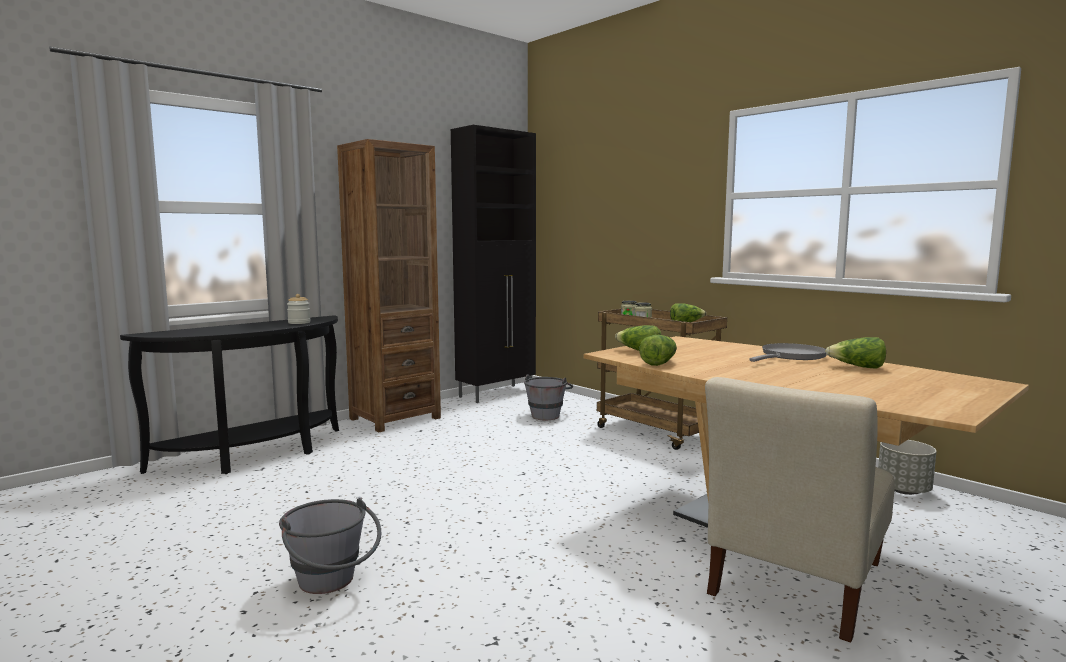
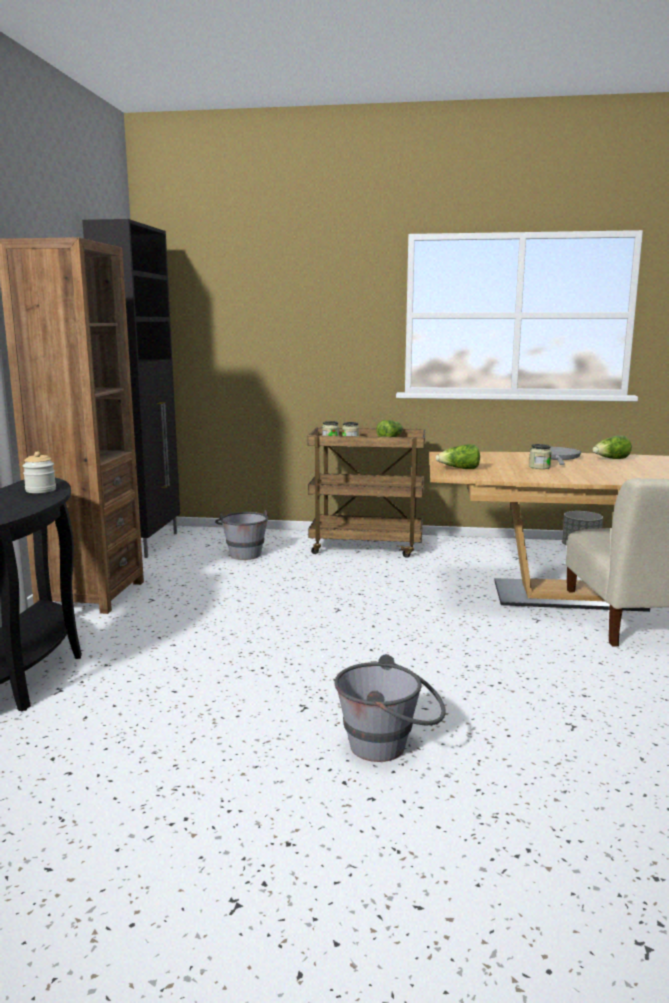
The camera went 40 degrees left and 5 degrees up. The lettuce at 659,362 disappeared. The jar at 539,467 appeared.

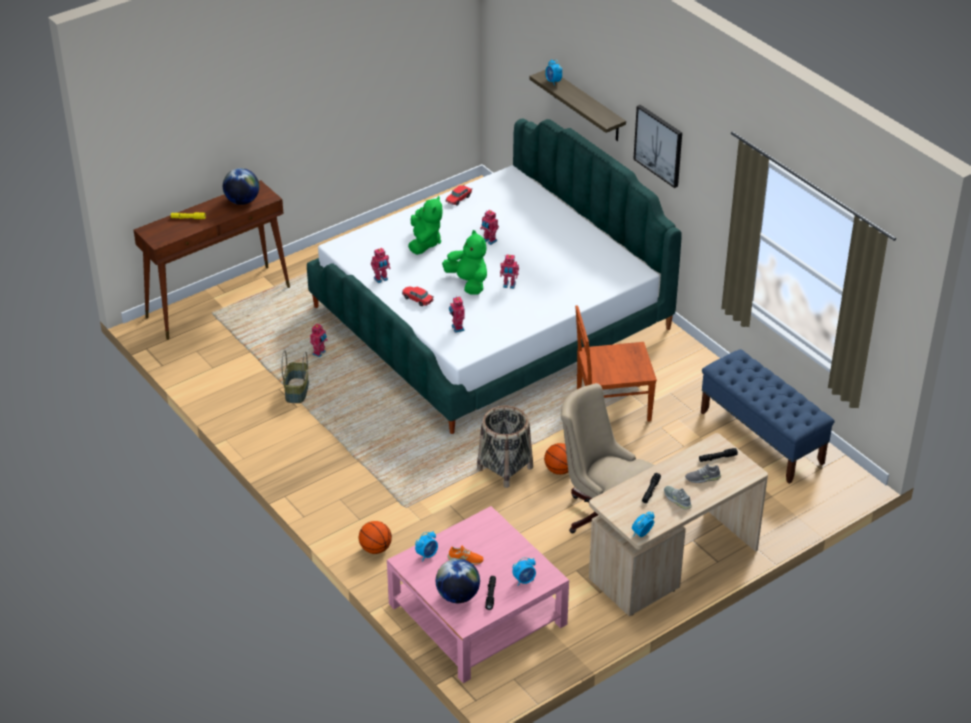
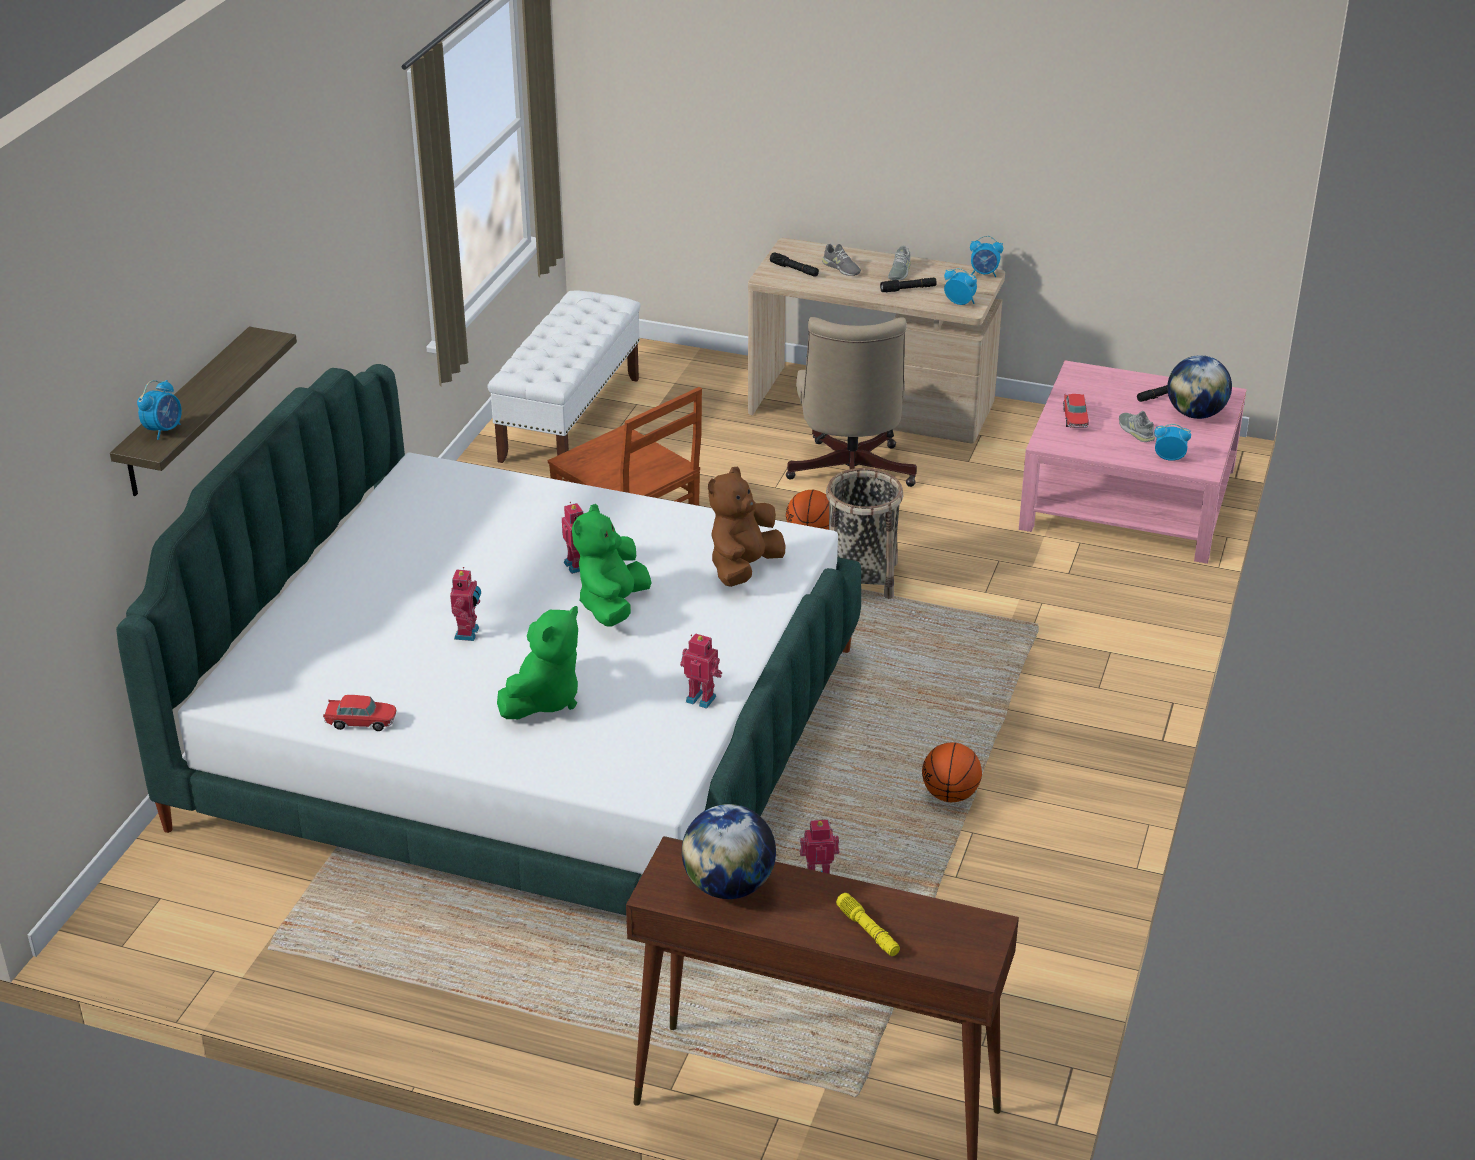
The camera went 125 degrees left and 5 degrees down. The basket at 296,391 disappeared. The basketball moved from 375,548 to 950,795. The toy car moved from 417,299 to 1075,418. The green plush toy at 424,243 turned 150 degrees clockwise. The orange shoe at 465,559 became the grey shoe at 1136,431. The toy robot at 457,328 was replaced by the brown plush toy at 743,568. The alarm clock moved from 524,580 to 959,303. The picture at 659,145 disappeared. The blue bench at 762,438 became the white bench at 570,419.

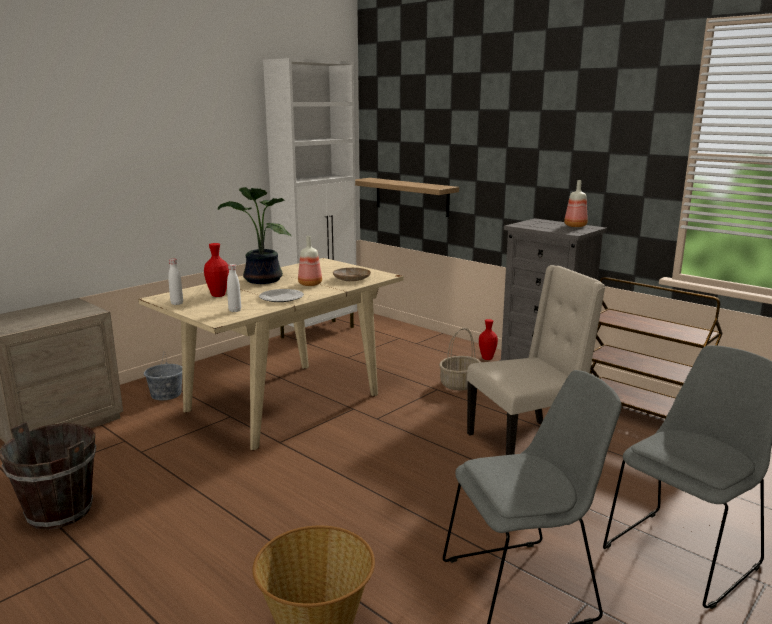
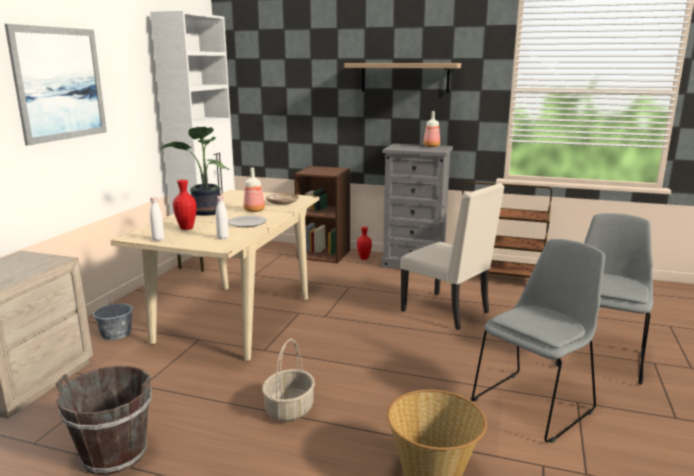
The camera went 25 degrees left and 0 degrees up. The shelf moved from 411,196 to 405,77. The basket moved from 459,384 to 289,410. The beige chair at 526,444 turned 90 degrees clockwise. The picture at 60,84 appeared. The brown bookcase at 324,254 appeared.

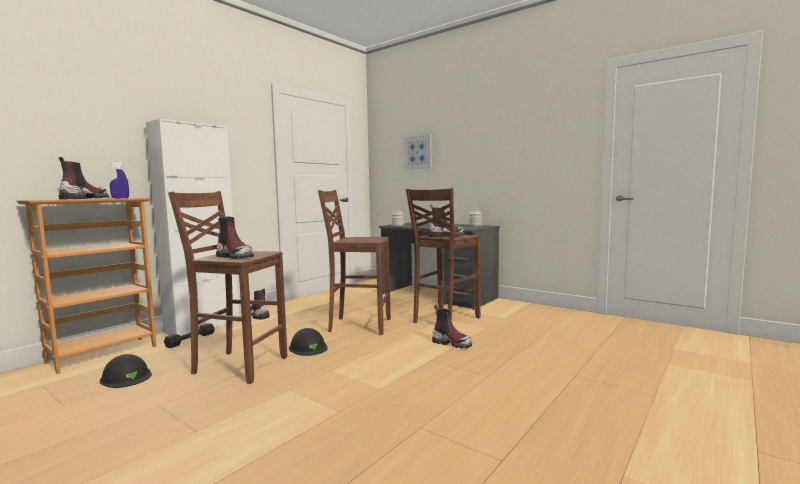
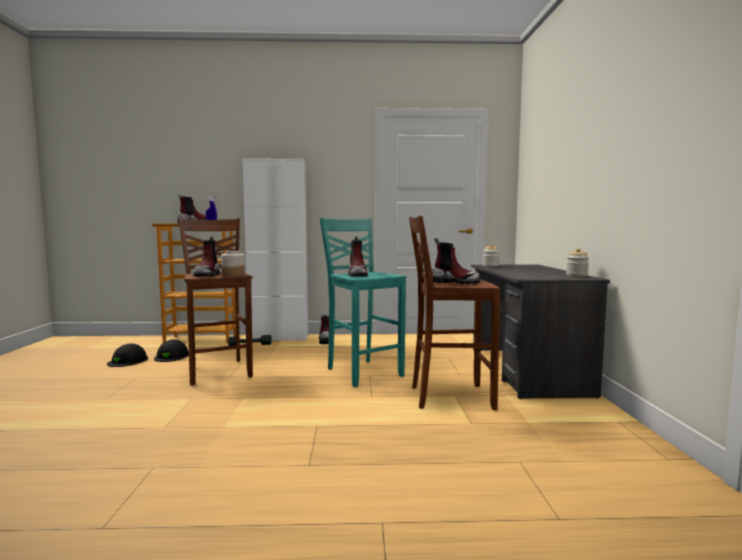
The camera went 50 degrees right and 0 degrees up. The black hard hat moved from 308,347 to 128,360. The brown stool at 358,325 became the turquoise stool at 363,372. The picture at 418,152 disappeared. The boot moved from 451,343 to 357,275. The jar at 233,275 appeared.

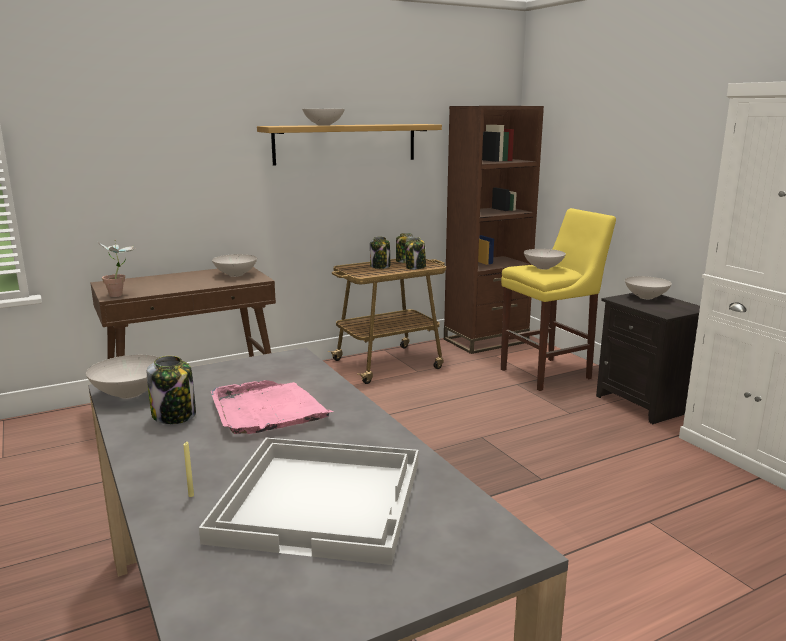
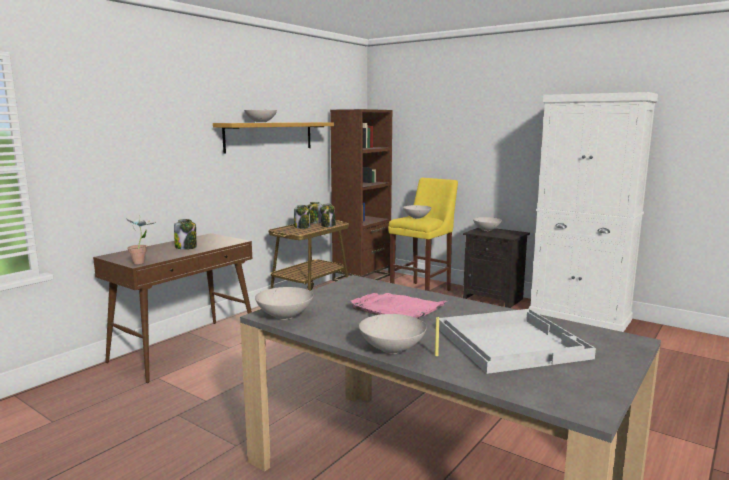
The camera went 25 degrees left and 5 degrees down. The jar moved from 174,415 to 186,247. The white bowl moved from 236,274 to 392,349.

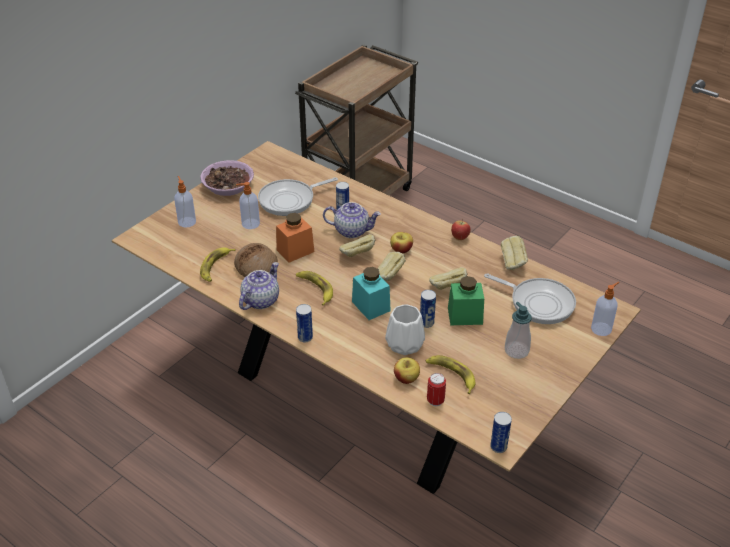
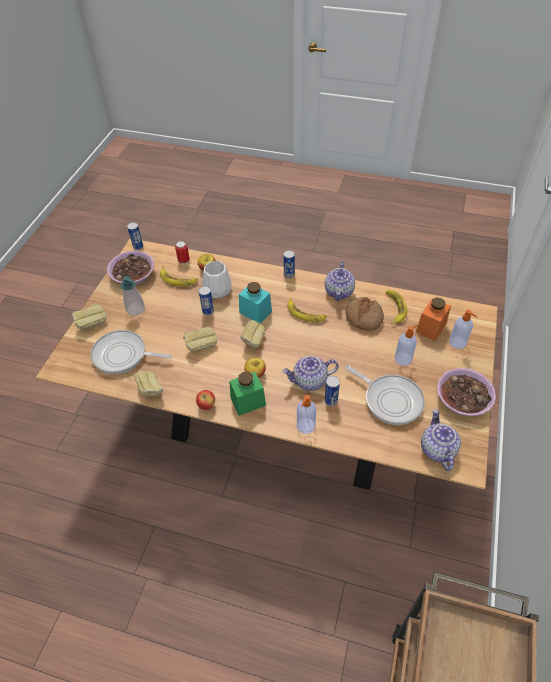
The camera went 160 degrees right and 10 degrees up. The frying pan at 290,200 turned 90 degrees clockwise. The orange jar moved from 295,251 to 431,328. The bread moved from 358,256 to 91,324. The green jar moved from 465,316 to 248,401. The soap dispenser moved from 601,328 to 305,426. The bowl at 132,274 appeared. The teapot at 437,449 appeared.

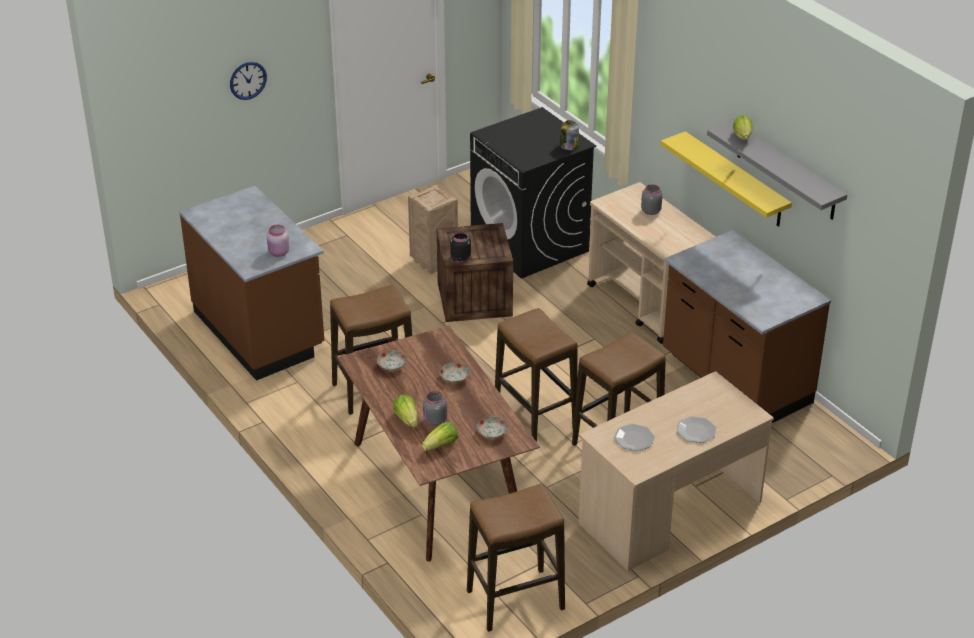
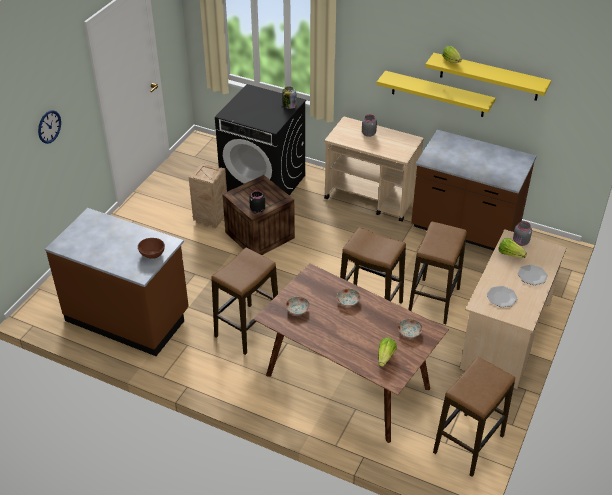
The camera went 30 degrees left and 5 degrees up. The pink jar at 278,253 was replaced by the brown bowl at 152,254. The lettuce moved from 407,419 to 510,254. The grey jar moved from 434,421 to 520,242. The grey shelf at 786,171 became the yellow shelf at 489,77.

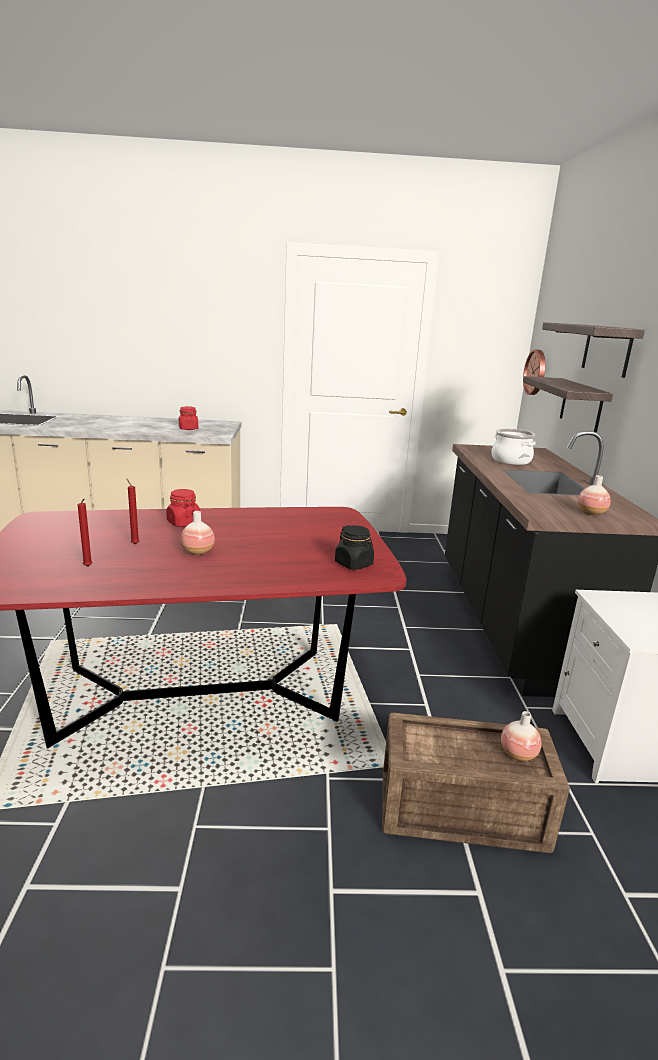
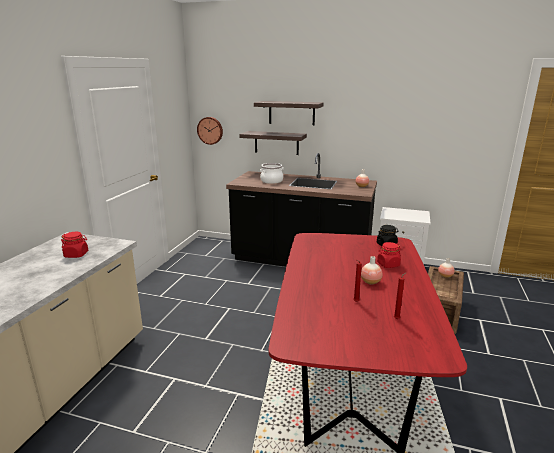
The camera went 70 degrees left and 0 degrees up. The red jar moved from 183,523 to 388,264.

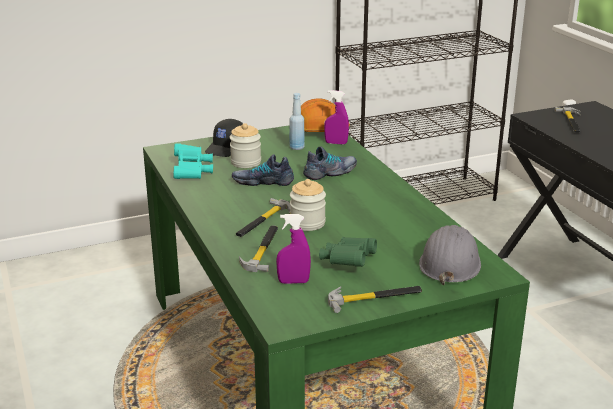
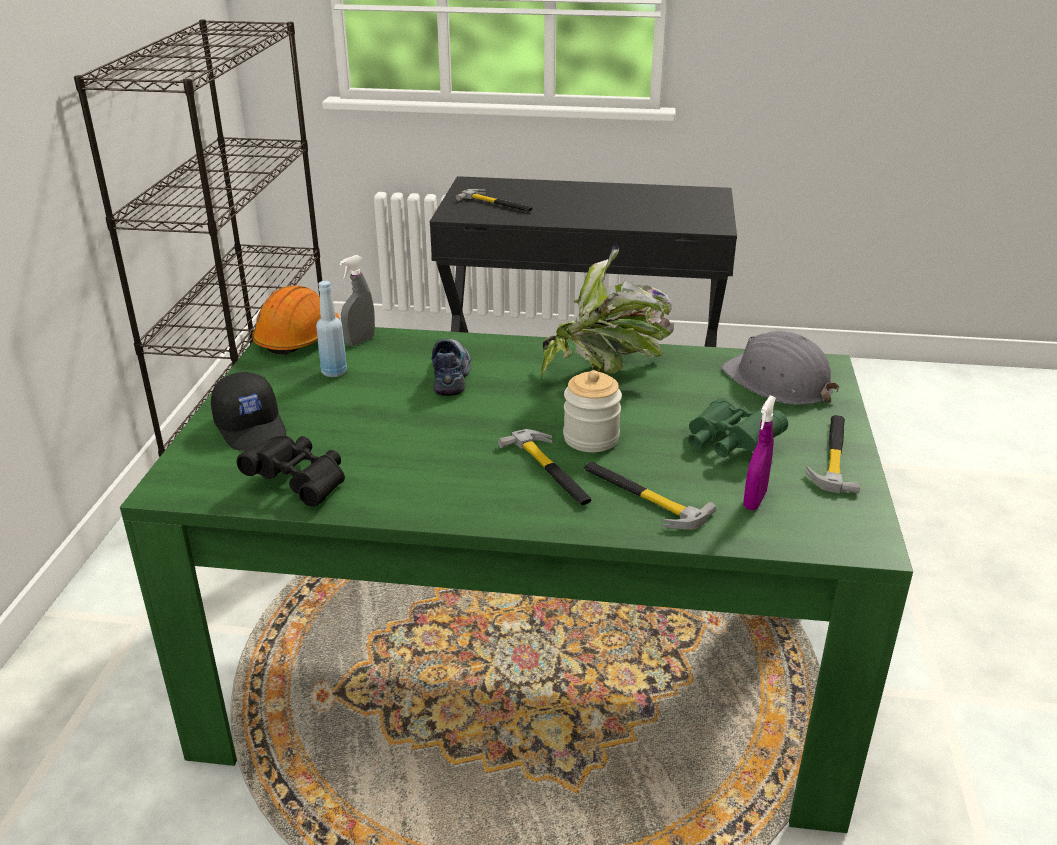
The camera went 60 degrees left and 5 degrees up. The turquoise binoculars at 192,171 became the black binoculars at 300,483. The jar at 246,162 disappeared. The shoe at 263,181 disappeared. The purple spray bottle at 336,143 became the grey spray bottle at 360,341. The potted plant at 605,373 appeared.

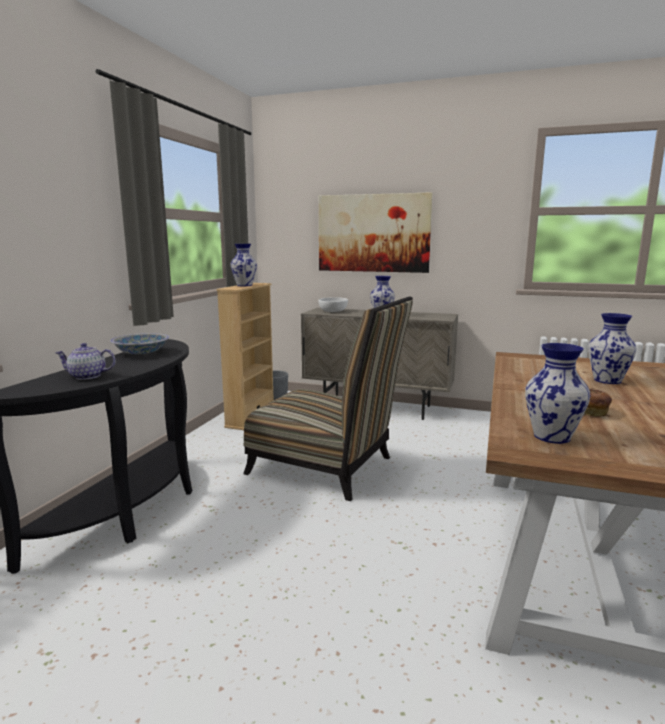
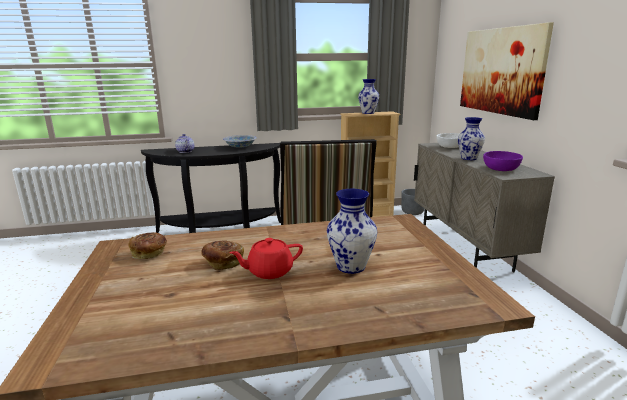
The camera went 60 degrees right and 5 degrees up. The vase at 552,436 was replaced by the bread at 149,254. The red teapot at 269,271 appeared. The purple bowl at 501,169 appeared.

